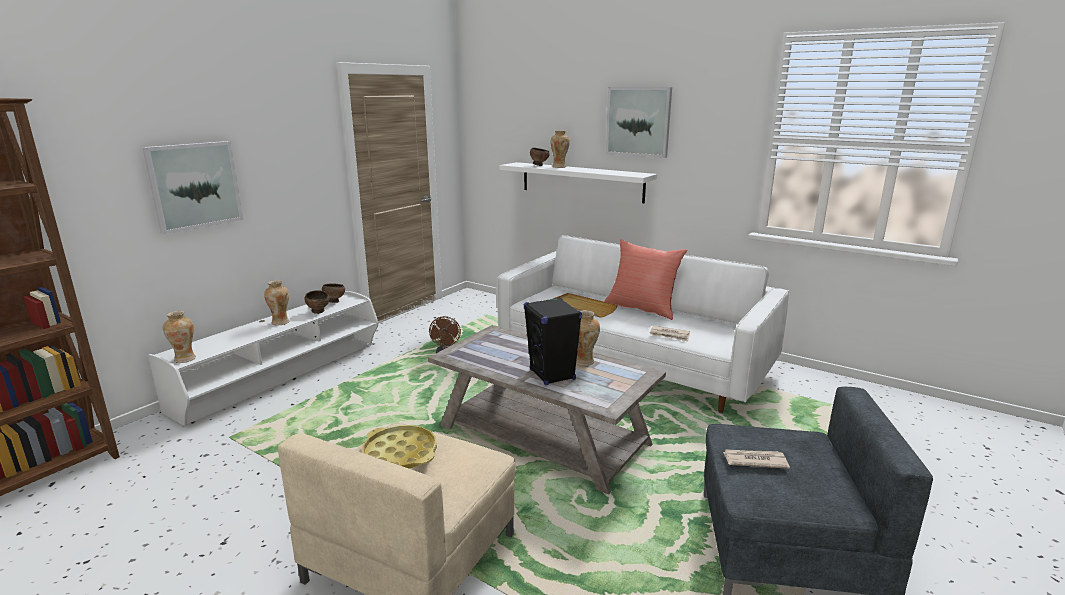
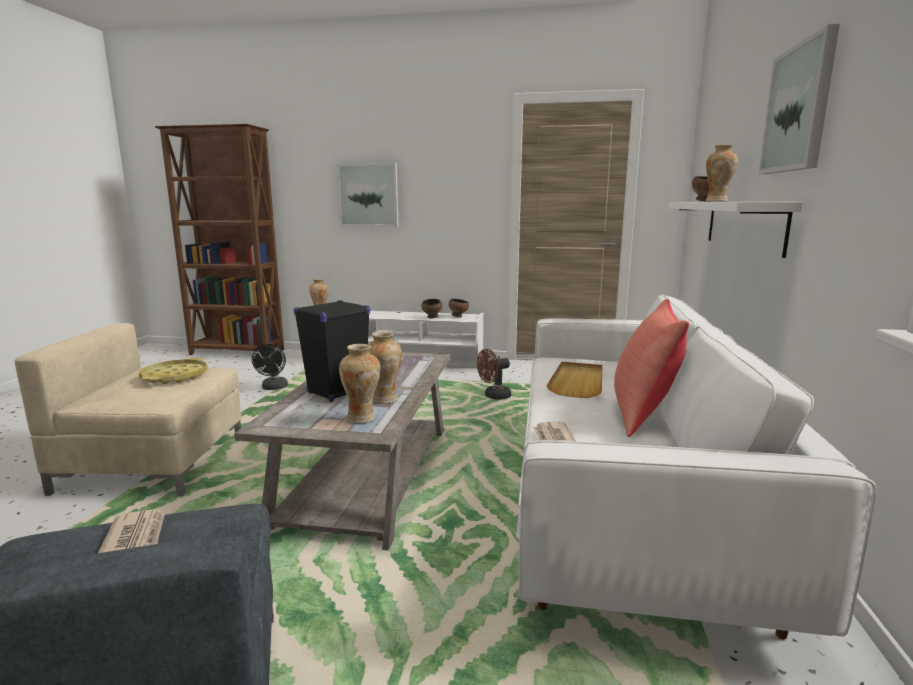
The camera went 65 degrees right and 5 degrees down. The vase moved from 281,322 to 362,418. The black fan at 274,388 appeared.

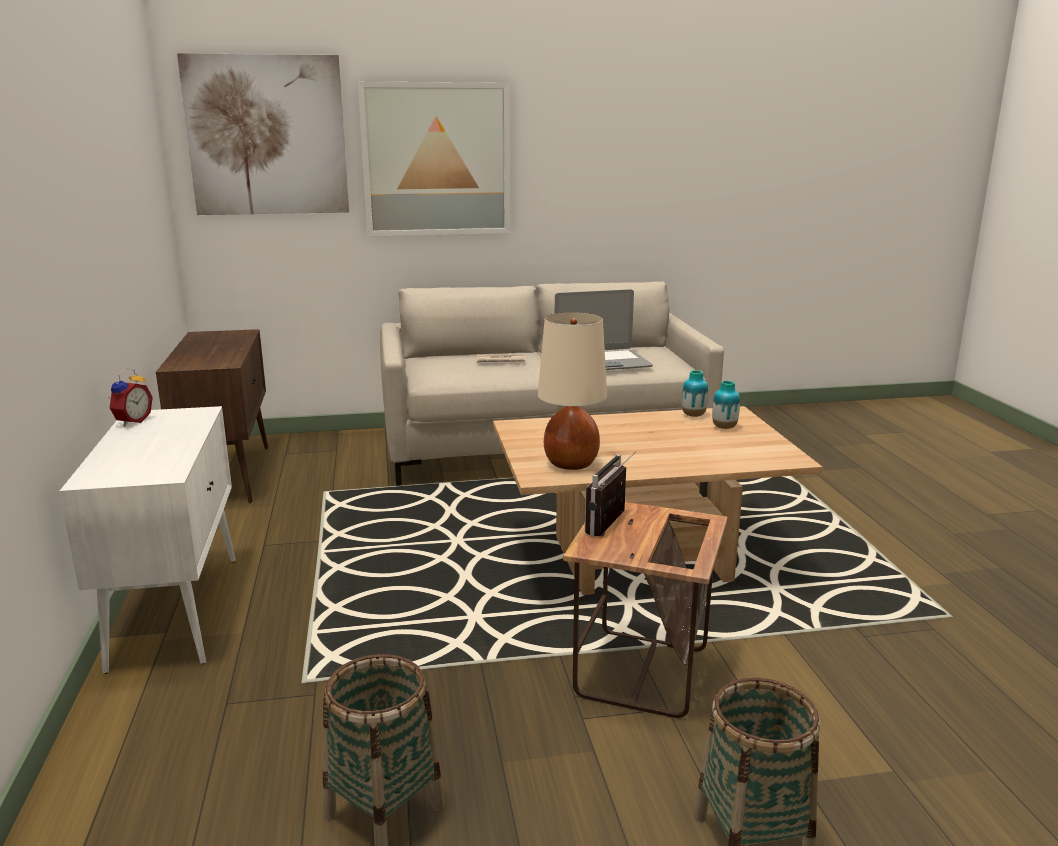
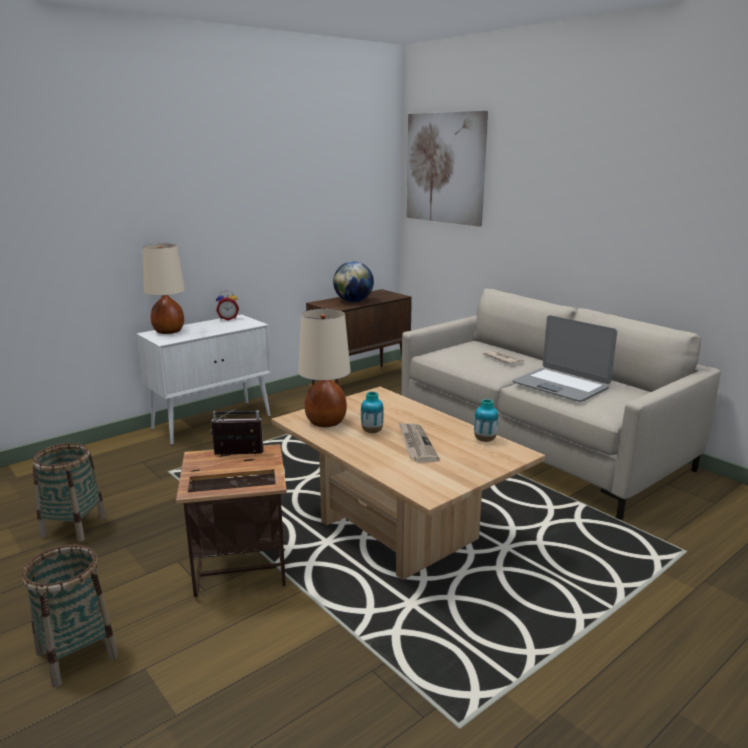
The camera went 60 degrees right and 0 degrees up. The picture at 436,160 disappeared. The vase moved from 724,427 to 372,431. The beige table lamp at 168,331 appeared. The globe at 353,301 appeared. The newspaper at 416,444 appeared.

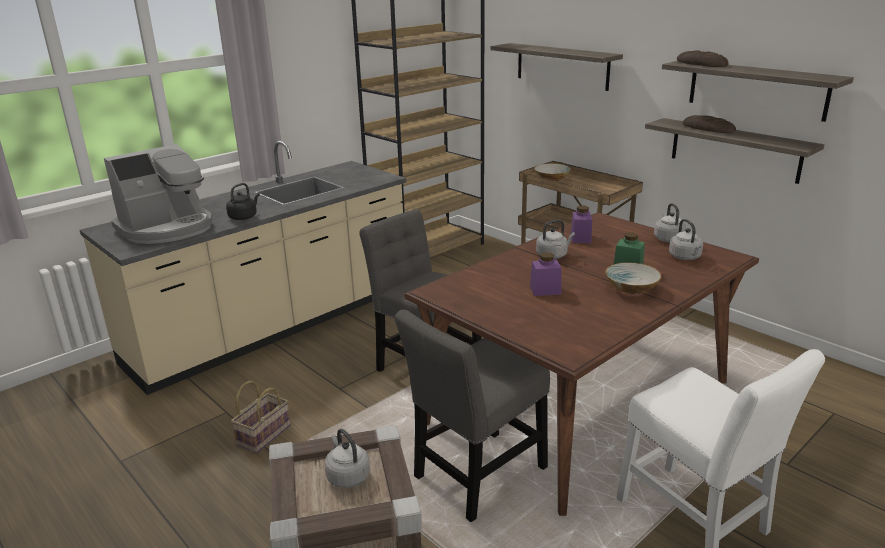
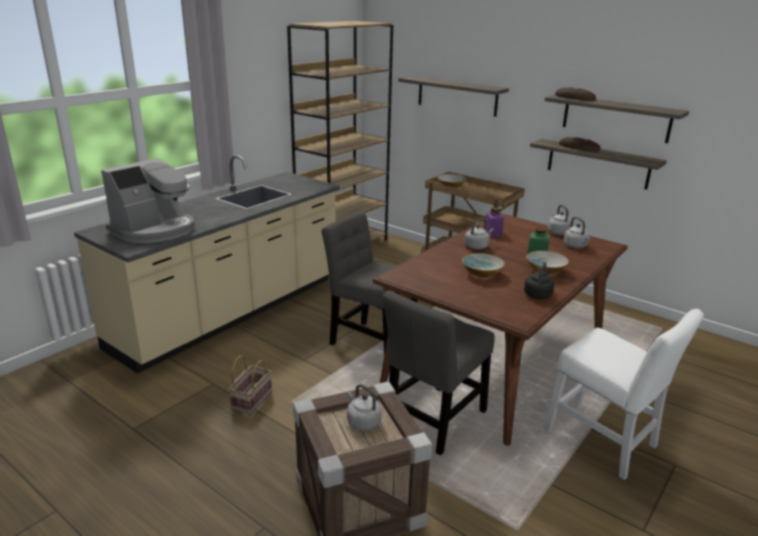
The camera went 10 degrees left and 0 degrees up. The black kettle moved from 244,217 to 538,294. The purple jar at 545,290 was replaced by the bowl at 482,273.

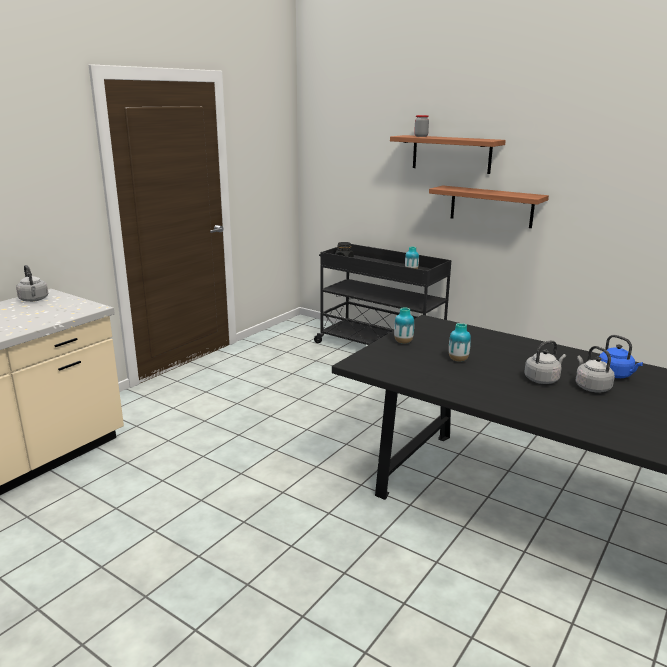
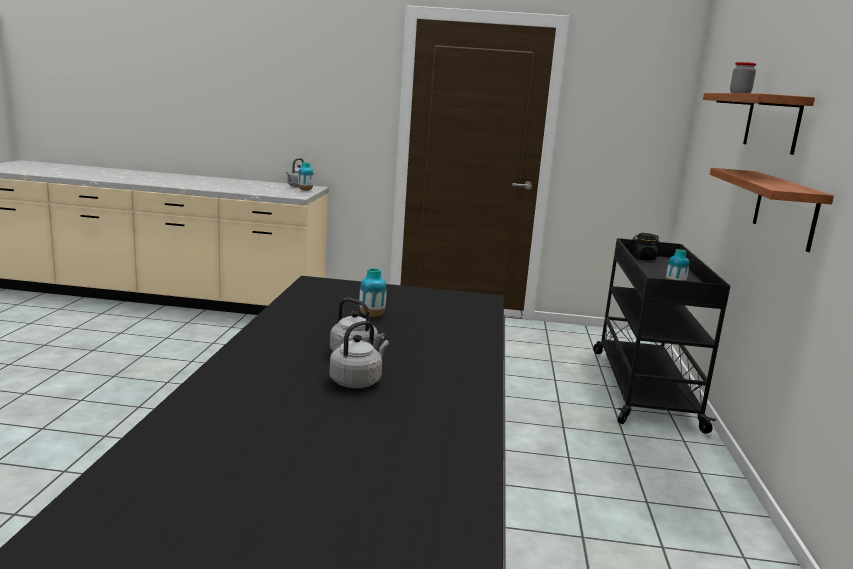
The camera went 60 degrees right and 5 degrees down. The vase moved from 403,342 to 305,190. The blue kettle at 616,375 disappeared.

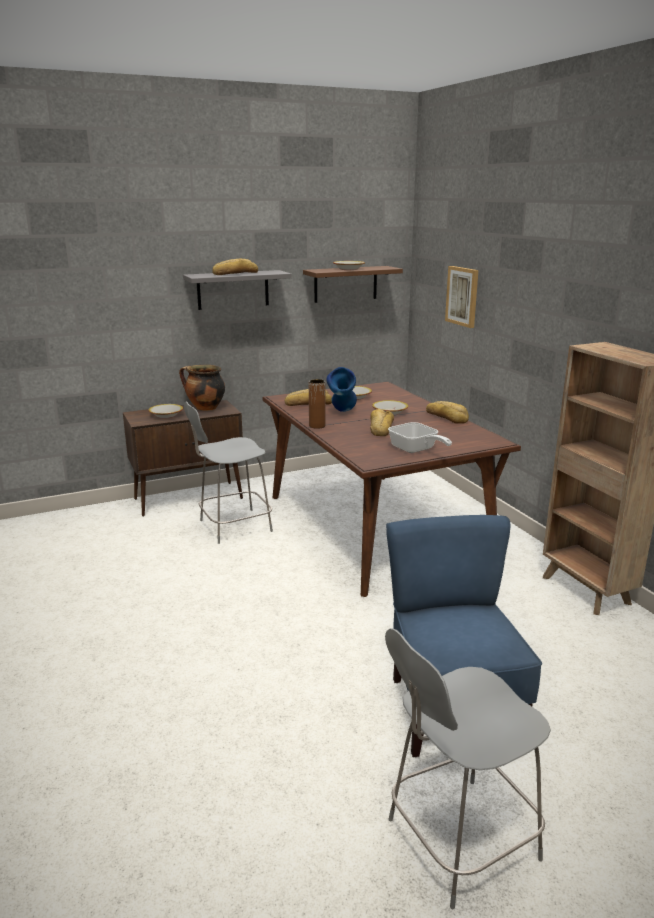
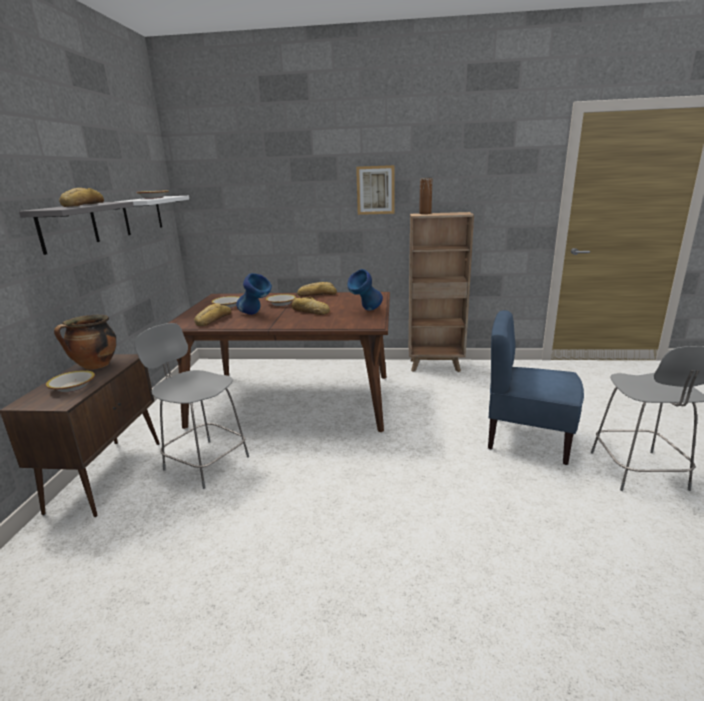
The camera went 60 degrees left and 0 degrees up. The grey chair at 232,526 turned 120 degrees clockwise. The brown shelf at 345,284 became the white shelf at 142,215. The brown vase moved from 317,426 to 425,213. The frying pan at 416,450 was replaced by the blue vase at 365,311. The picture moved from 462,296 to 375,190.

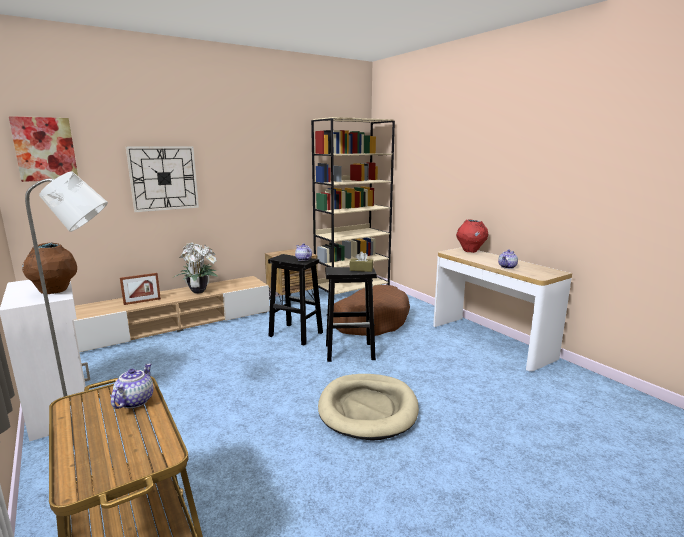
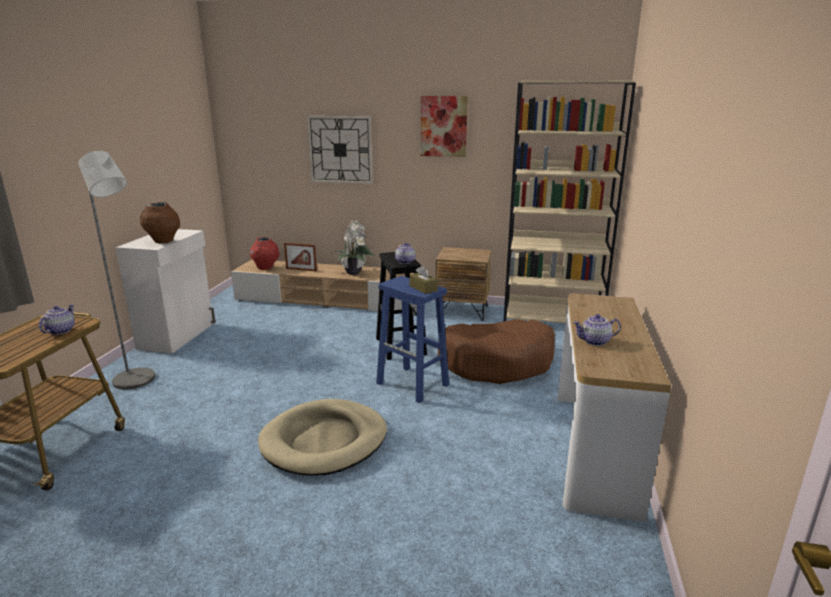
The camera went 45 degrees right and 5 degrees up. The picture moved from 45,149 to 443,126. The teapot at 134,401 turned 45 degrees counterclockwise. The black stool at 350,352 became the blue stool at 413,384. The red vase moved from 470,251 to 266,268.

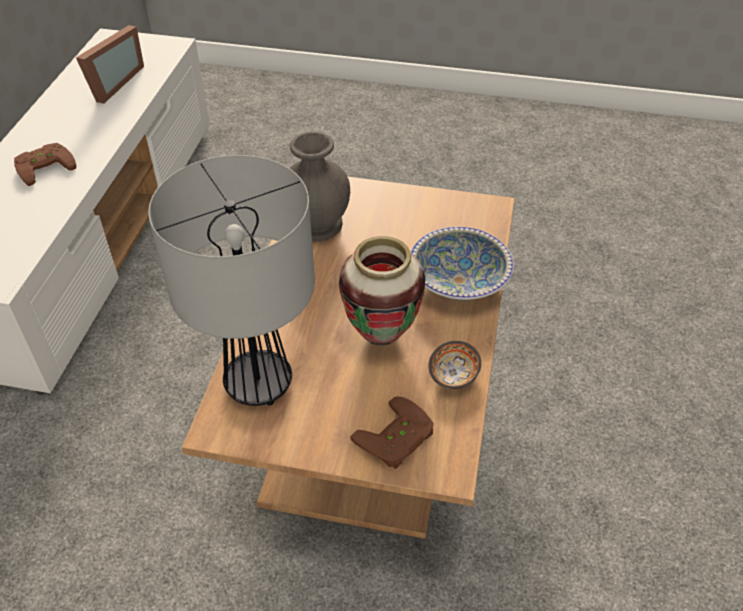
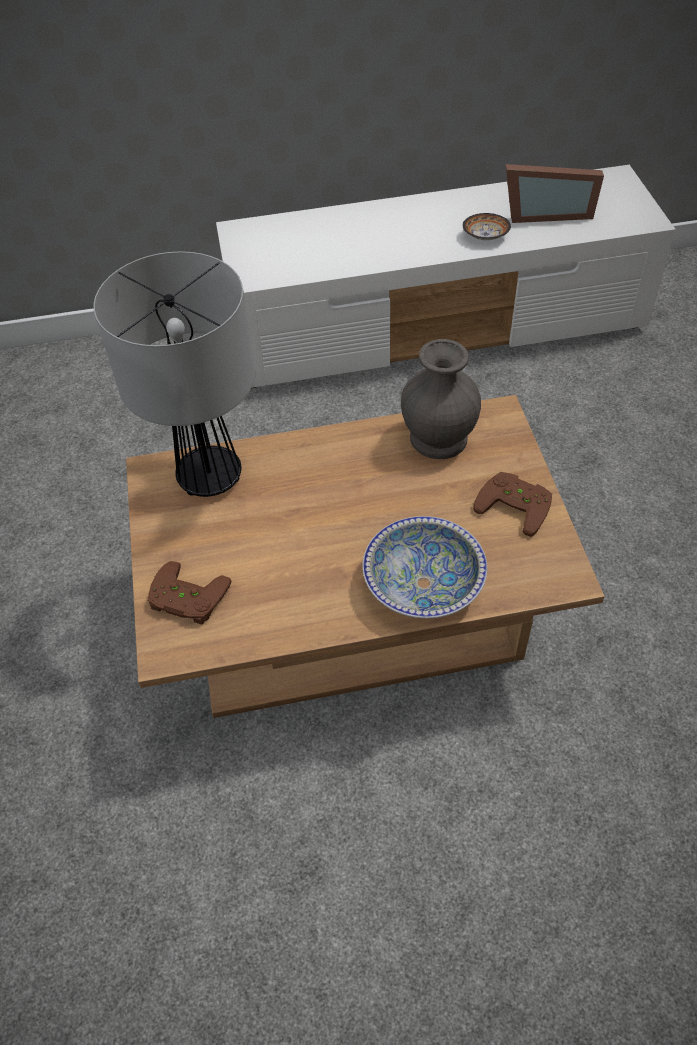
The camera went 70 degrees right and 5 degrees up. The brown game controller moved from 44,165 to 516,504. The vase at 381,336 disappeared. The bowl moved from 453,375 to 485,237.

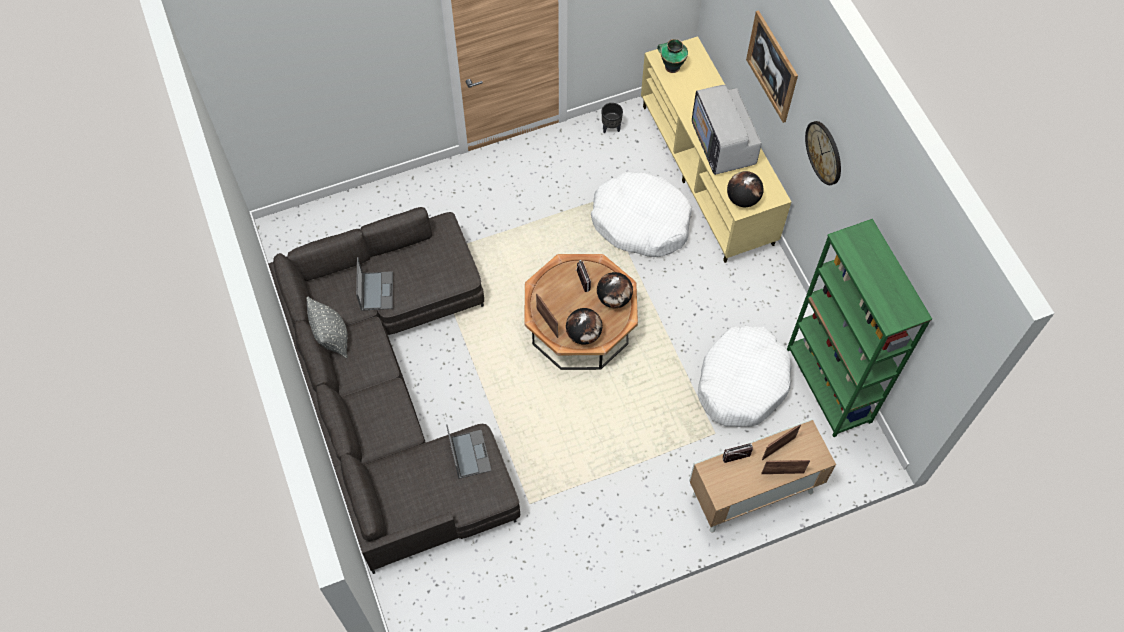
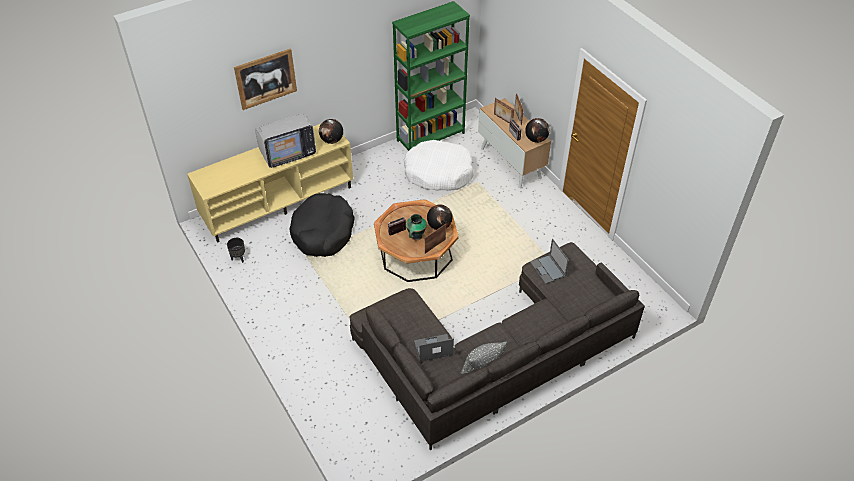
The camera went 100 degrees left and 15 degrees down. The laptop at 469,453 turned 90 degrees counterclockwise. The white dog bed at 641,221 became the black dog bed at 323,232. The globe moved from 614,299 to 536,139. The vase moved from 671,66 to 416,236. The wall clock at 824,152 disappeared.

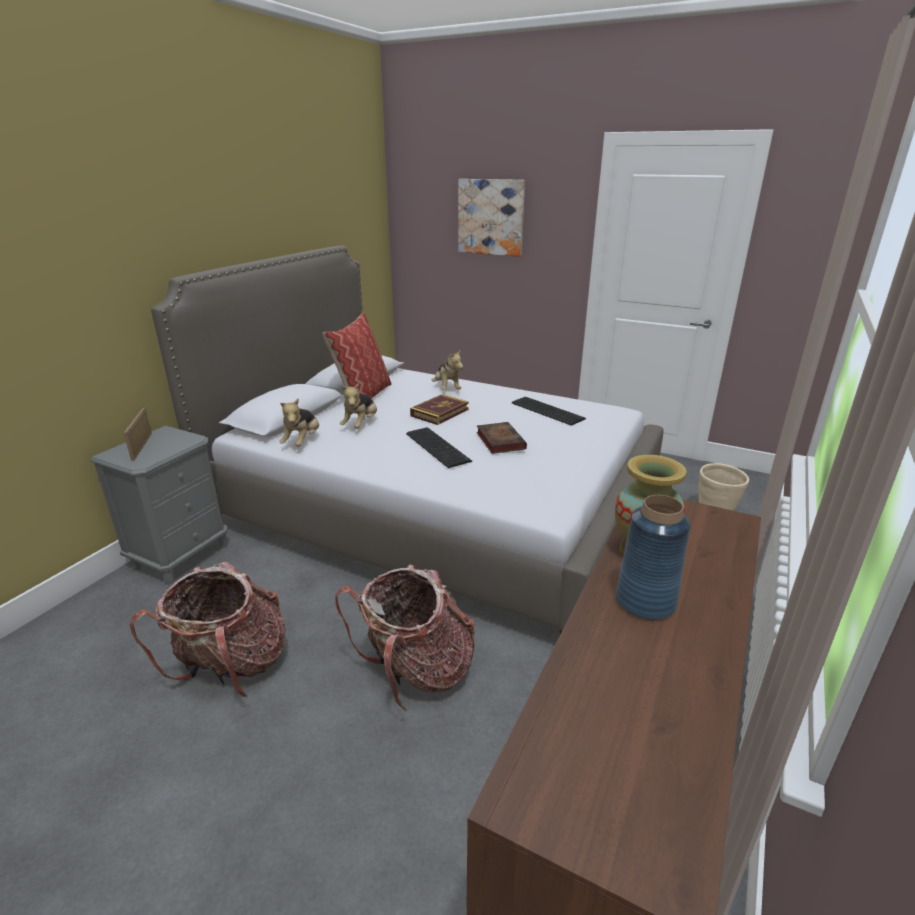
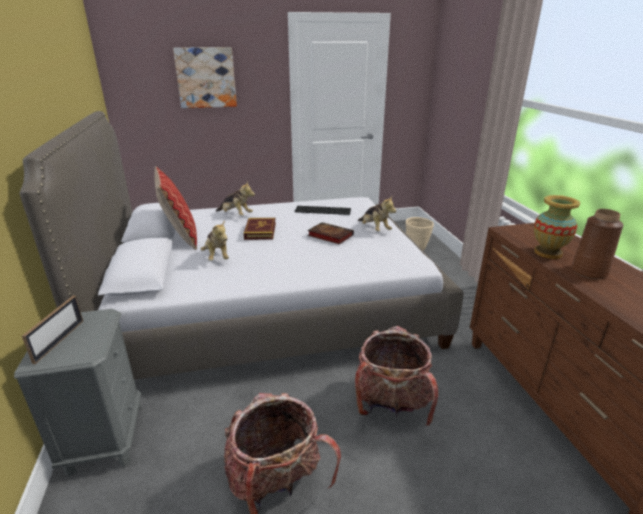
The camera went 40 degrees left and 0 degrees up. The picture frame at 142,446 turned 120 degrees counterclockwise. The plush toy moved from 302,441 to 374,229. The keyboard at 438,446 disappeared. The blue vase at 645,601 became the brown vase at 588,272.

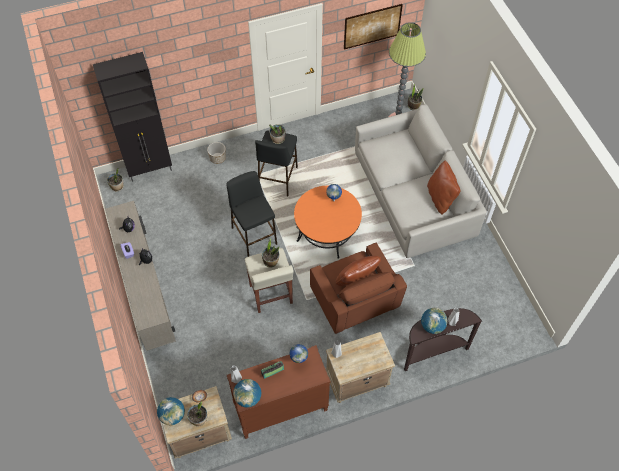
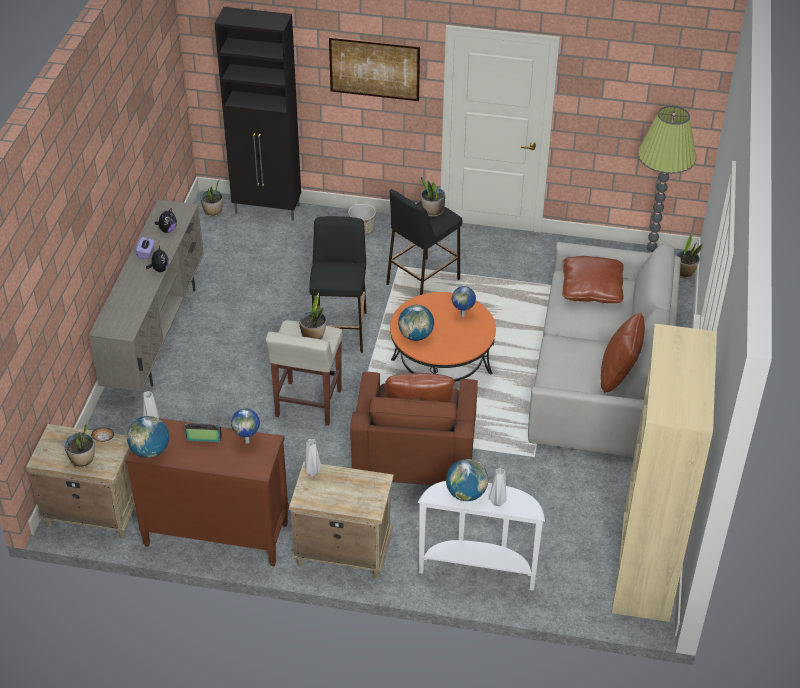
The camera went 30 degrees right and 15 degrees down. The globe moved from 172,415 to 415,336. The picture moved from 372,26 to 374,69. The brown console table at 433,352 became the white console table at 478,569. The brown pillow at 591,289 appeared. The beige bookcase at 644,567 appeared.

